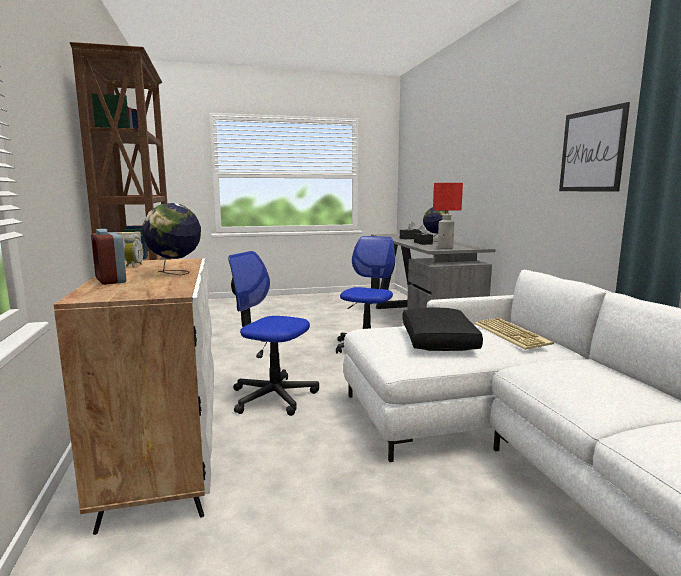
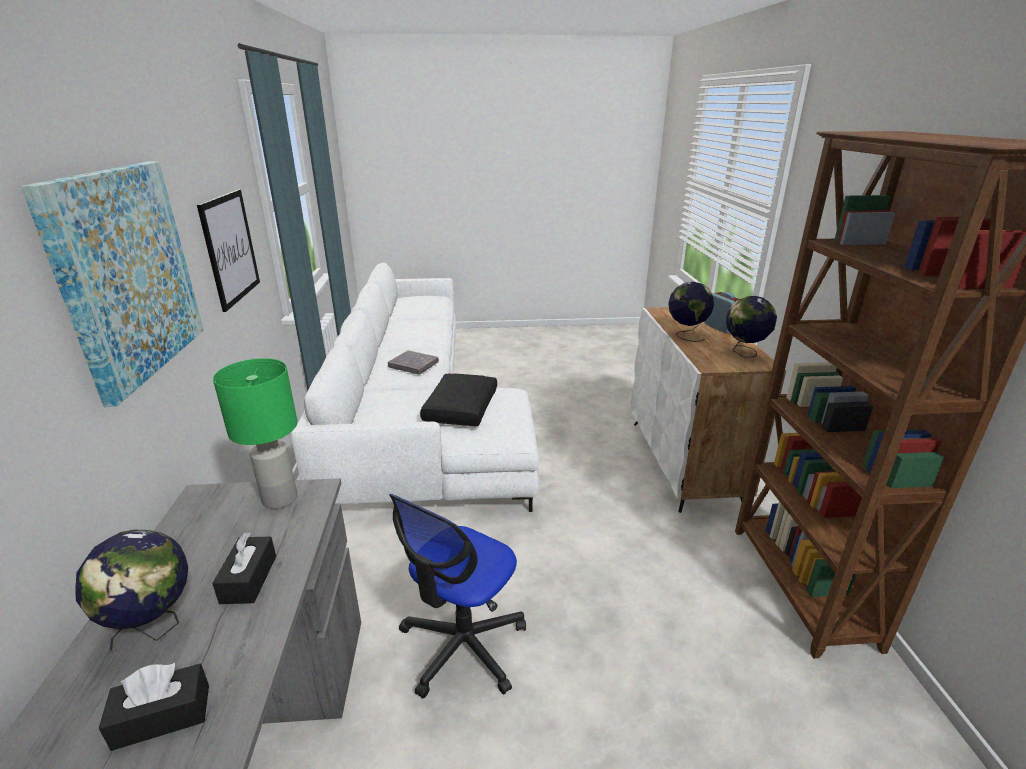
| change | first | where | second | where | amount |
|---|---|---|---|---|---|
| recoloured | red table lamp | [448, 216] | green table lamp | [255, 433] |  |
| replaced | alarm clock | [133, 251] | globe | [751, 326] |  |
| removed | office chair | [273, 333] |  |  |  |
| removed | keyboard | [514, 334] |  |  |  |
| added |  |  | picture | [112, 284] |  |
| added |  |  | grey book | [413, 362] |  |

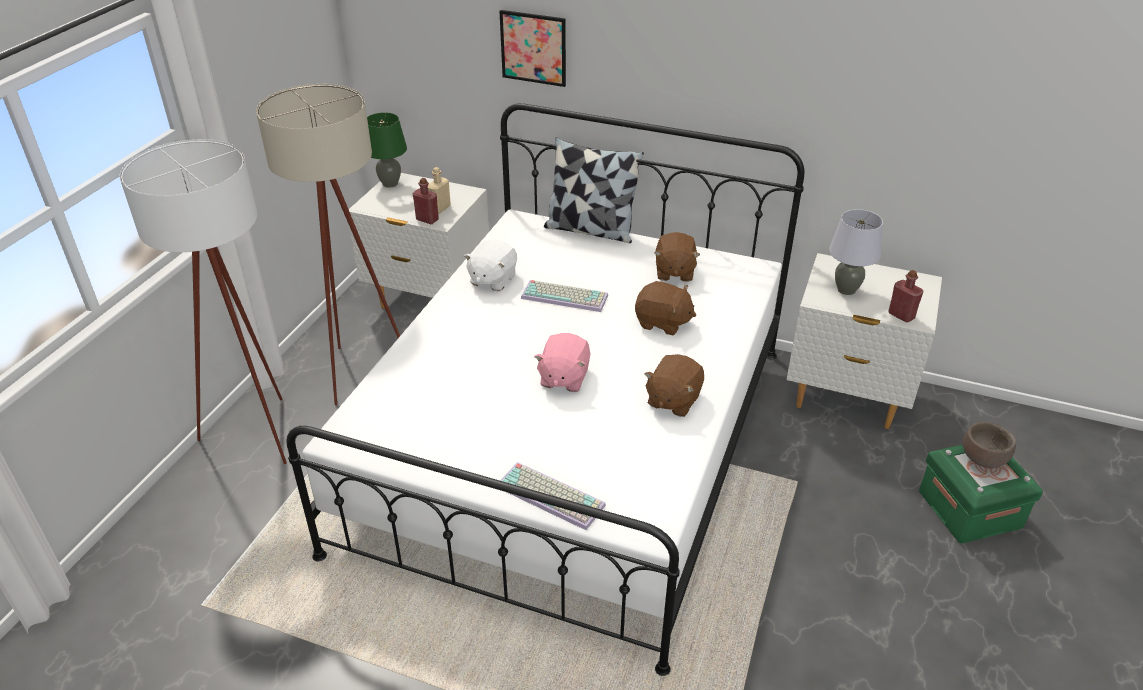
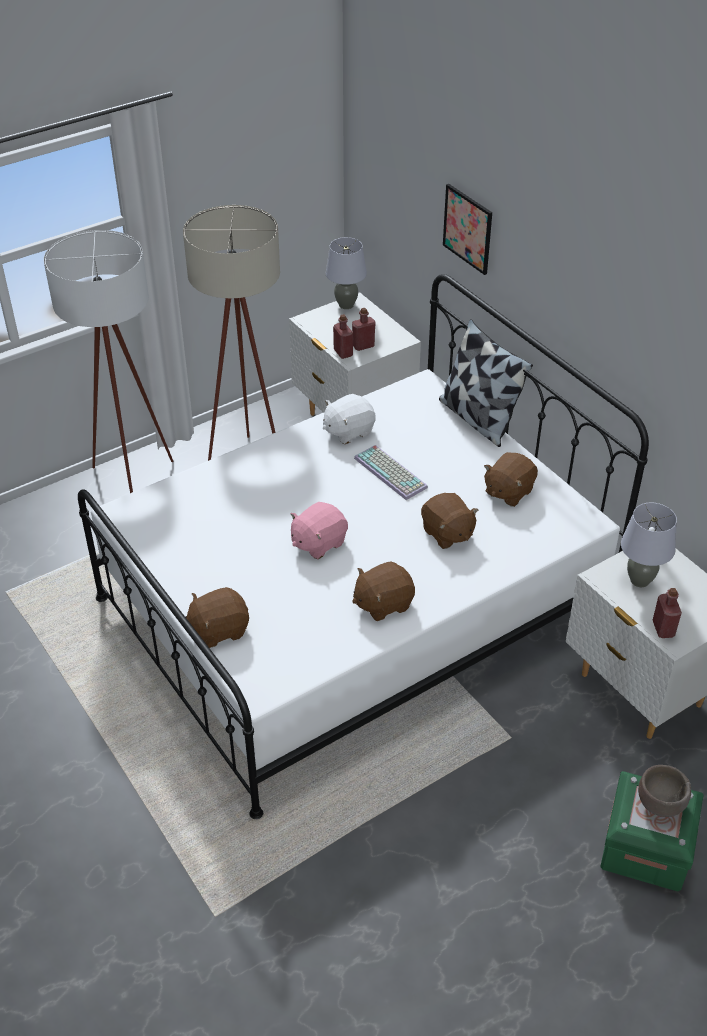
| change | first | where | second | where | amount |
|---|---|---|---|---|---|
| recoloured | green table lamp | [387, 150] | grey table lamp | [346, 273] |  |
| recoloured | beige bottle | [439, 190] | red bottle | [364, 329] |  |
| replaced | keyboard | [553, 496] | brown plush toy | [217, 617] |  |

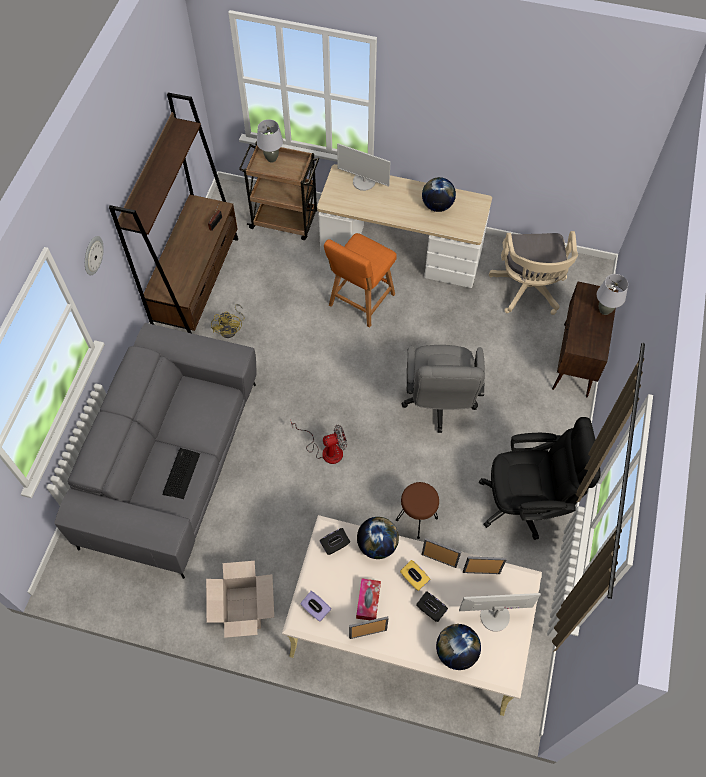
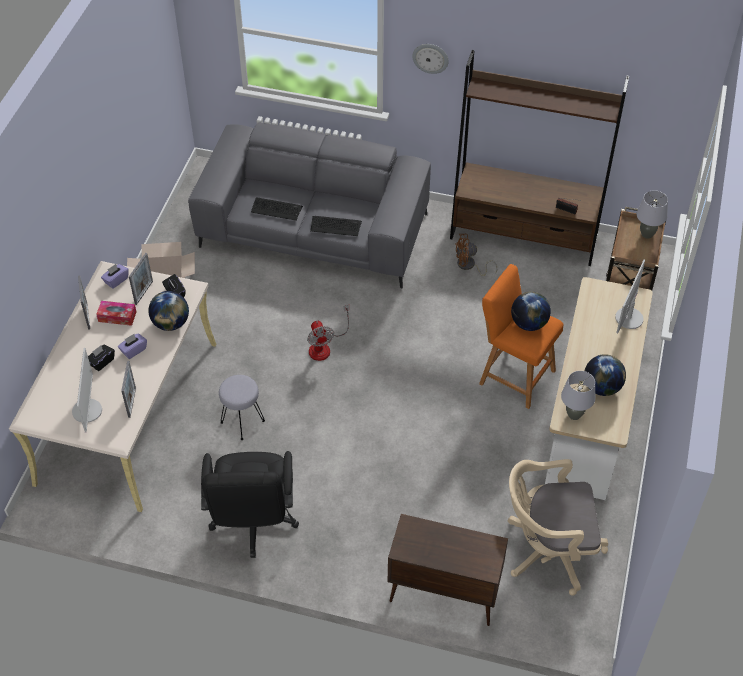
| change | first | where | second | where | amount |
|---|---|---|---|---|---|
| moved | grey table lamp | [612, 294] |  | [578, 395] |  |
| recoloured | yellow fan | [228, 321] | brown fan | [476, 255] |  |
| removed | grey office chair | [443, 389] |  |  |  |
| recoloured | brown stool | [417, 510] | grey stool | [242, 407] |  |
| moved | picture frame | [441, 553] |  | [141, 279] |  |
| recoloured | yellow tissue box | [415, 575] | purple tissue box | [132, 346] |  |
| moved | globe | [458, 647] |  | [531, 311] |  |
| added |  |  | keyboard | [336, 226] |  |

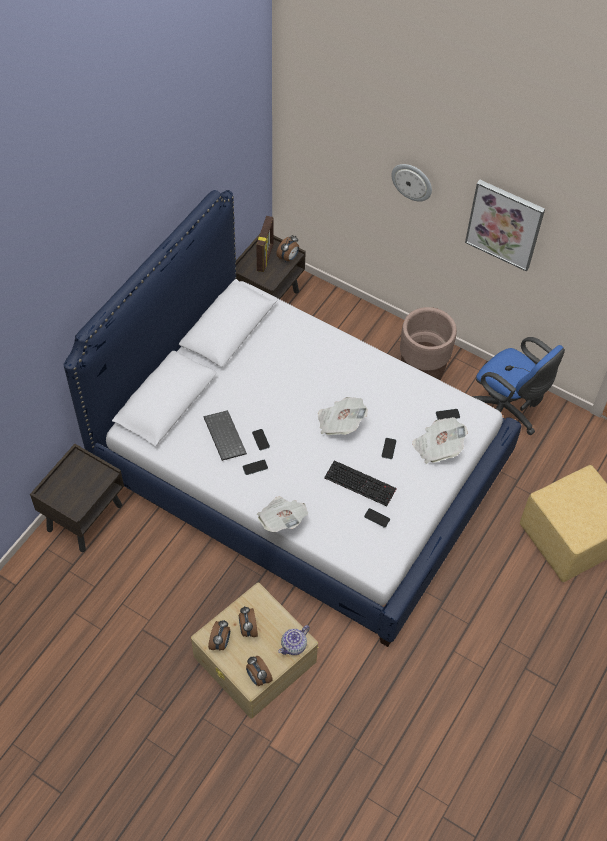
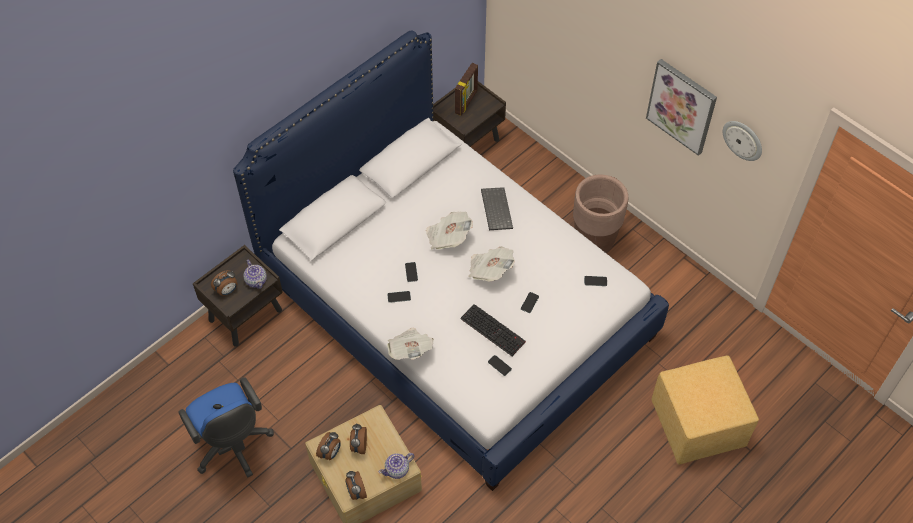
| change | first | where | second | where | amount |
|---|---|---|---|---|---|
| moved | wall clock | [411, 183] |  | [742, 141] |  |
| moved | alarm clock | [287, 248] |  | [224, 283] |  |
| moved | blue office chair | [518, 386] |  | [226, 427] |  |
| moved | keyboard | [225, 435] |  | [497, 208] |  |
| moved | newspaper | [440, 440] |  | [449, 230] |  |
| added |  |  | teapot | [255, 274] |  |

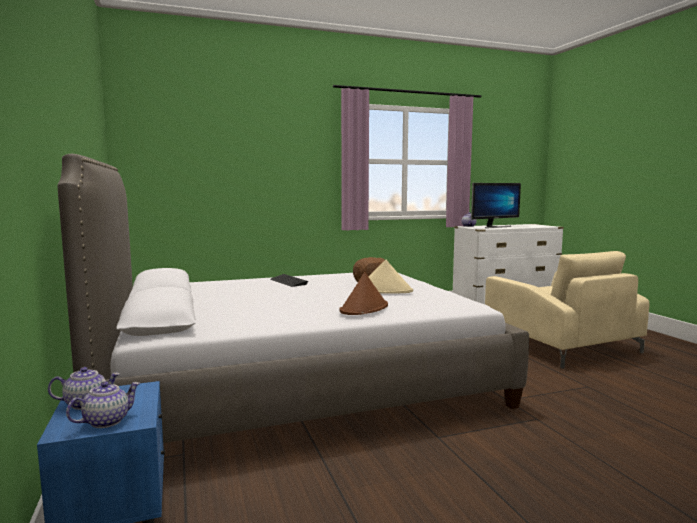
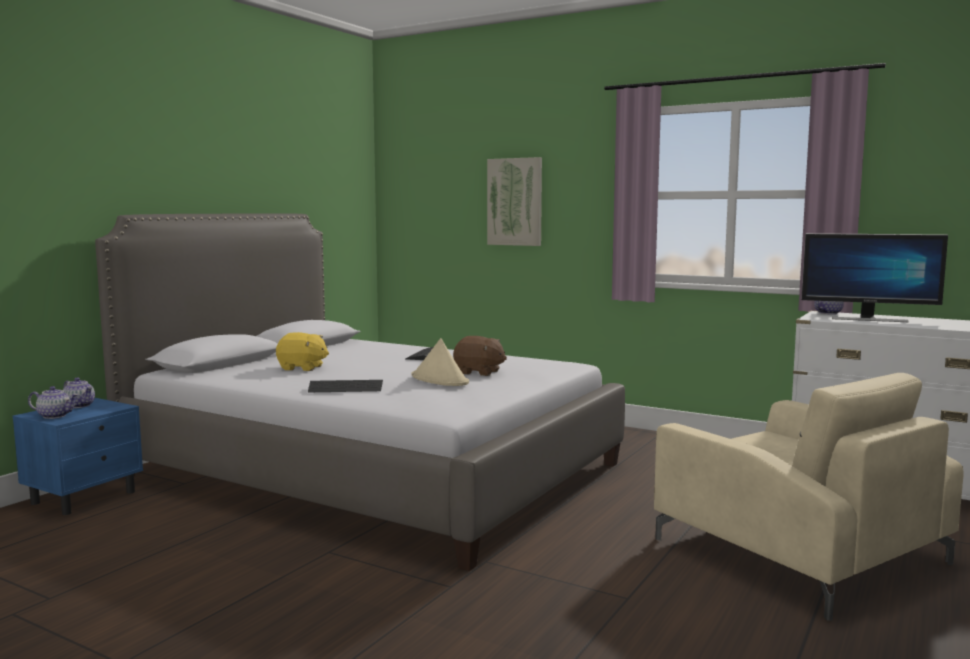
| change | first | where | second | where | amount |
|---|---|---|---|---|---|
| turned | beige armchair | [567, 310] |  | [809, 497] | 60 degrees counterclockwise |
| replaced | brown hat | [363, 293] | keyboard | [345, 386] |  |
| added |  |  | picture | [514, 201] |  |
| added |  |  | yellow plush toy | [302, 351] |  |

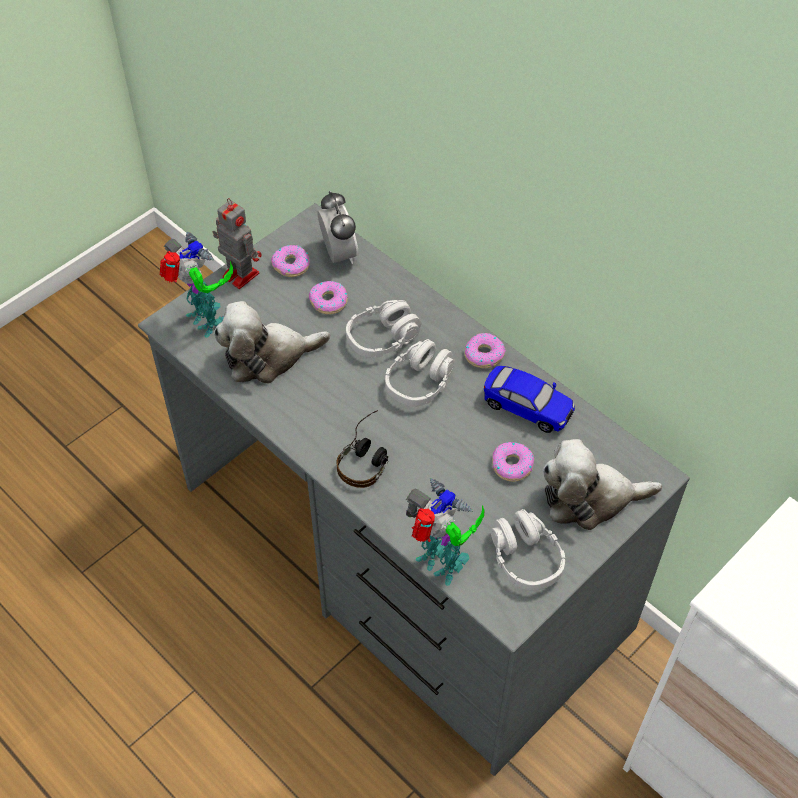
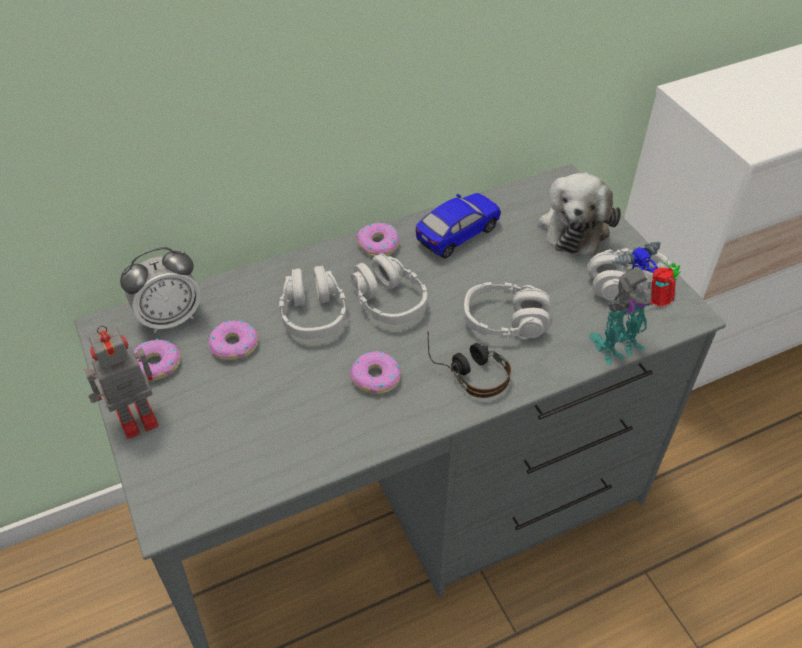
| change | first | where | second | where | amount |
|---|---|---|---|---|---|
| turned | alarm clock | [338, 227] |  | [160, 290] | 150 degrees clockwise |
| removed | toy robot | [196, 284] |  |  |  |
| removed | plush toy | [272, 342] |  |  |  |
| moved | donut | [513, 462] |  | [375, 372] |  |
| added |  |  | grey headphones | [507, 311] |  |

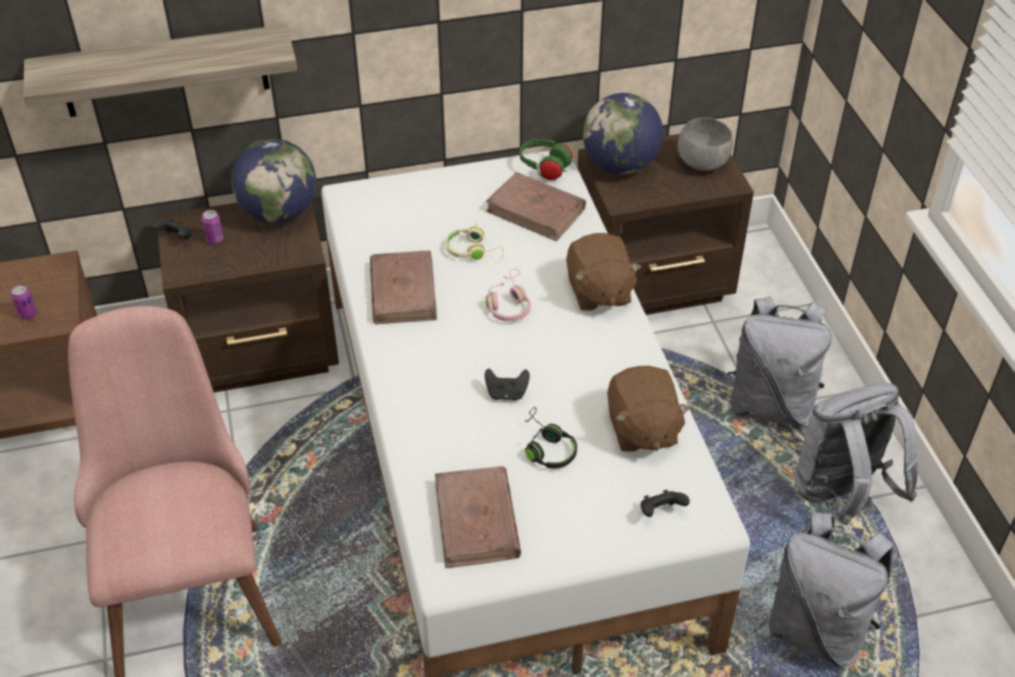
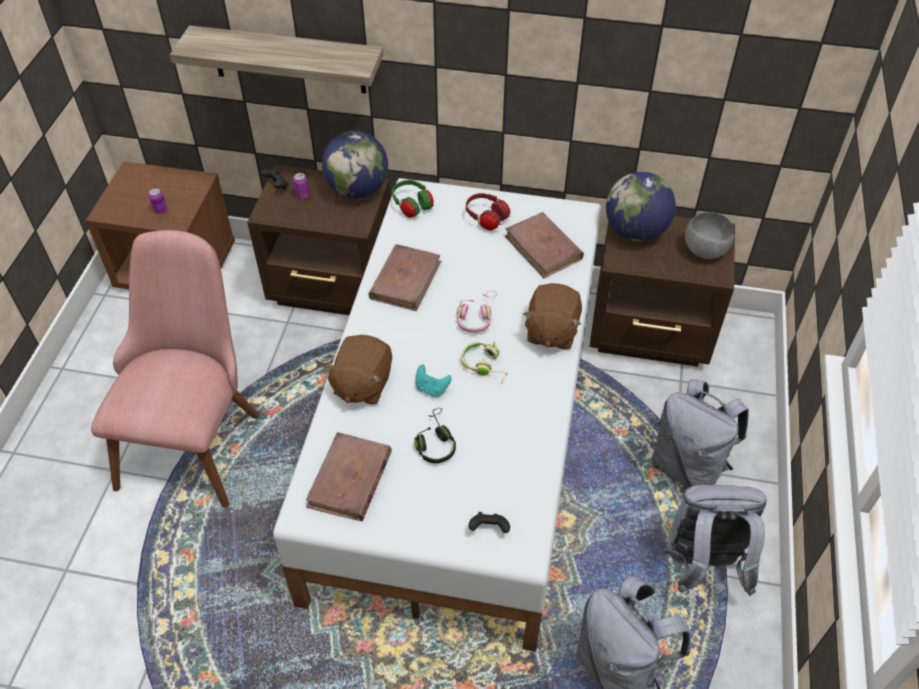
| change | first | where | second | where | amount |
|---|---|---|---|---|---|
| moved | green headphones | [547, 159] |  | [413, 199] |  |
| moved | beige headphones | [474, 240] |  | [484, 362] |  |
| moved | brown plush toy | [649, 409] |  | [358, 370] |  |
| recoloured | black game controller | [507, 384] | turquoise game controller | [434, 380] |  |
| added |  |  | red headphones | [488, 212] |  |

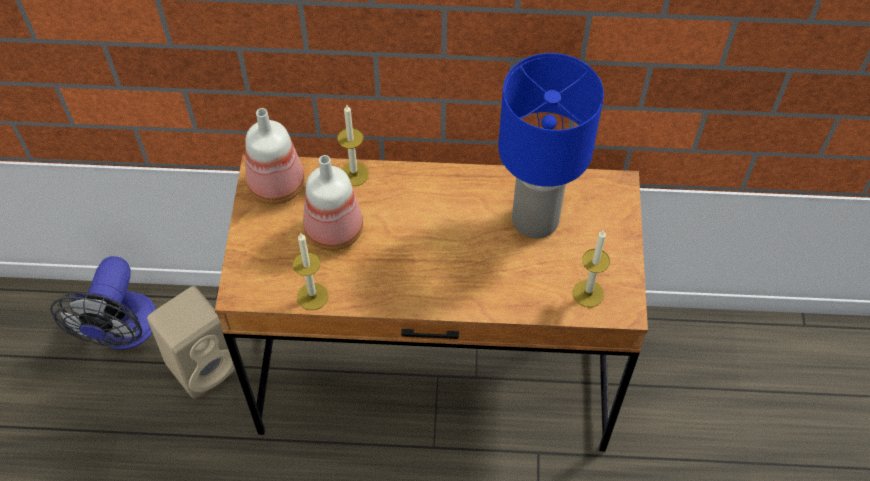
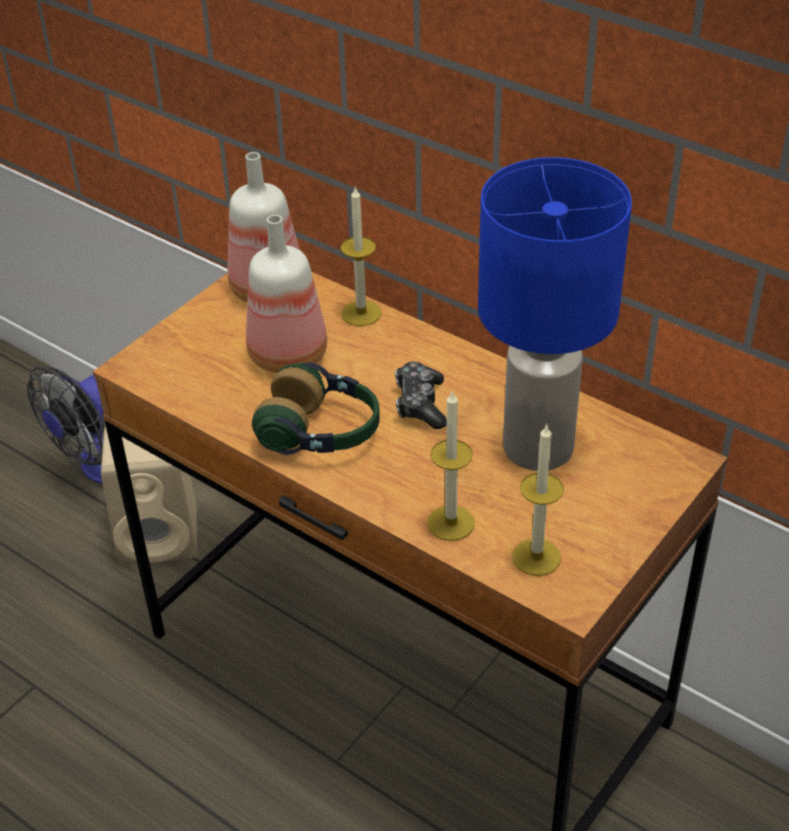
| change | first | where | second | where | amount |
|---|---|---|---|---|---|
| moved | candle | [310, 271] |  | [451, 465] |  |
| added |  |  | game controller | [421, 395] |  |
| added |  |  | headphones | [316, 409] |  |

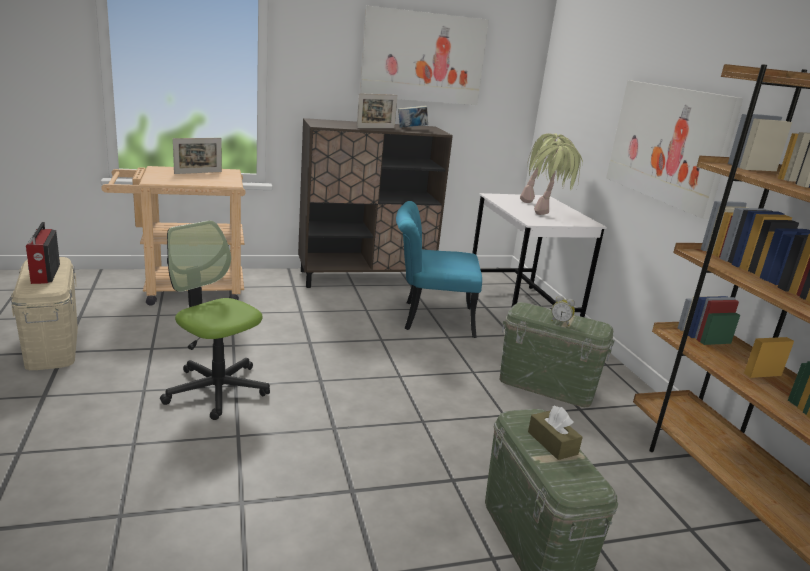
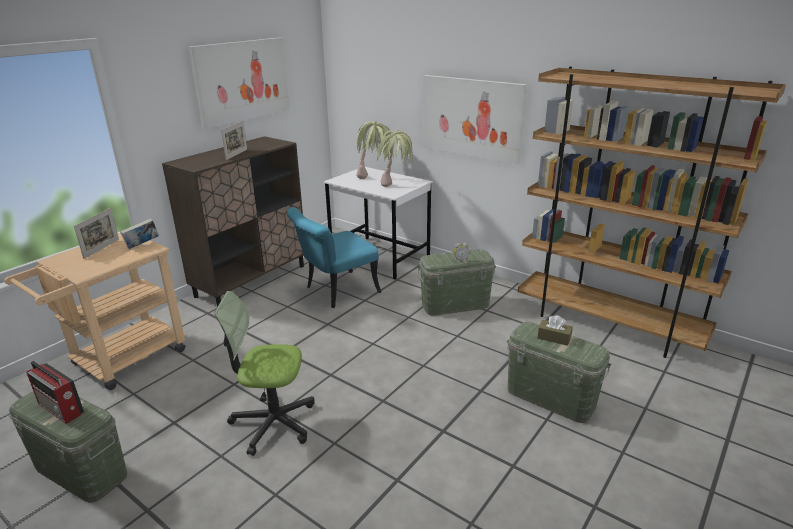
| change | first | where | second | where | amount |
|---|---|---|---|---|---|
| moved | book | [413, 116] |  | [139, 233] |  |
| recoloured | beige storage box | [44, 313] | green storage box | [68, 447] |  |

